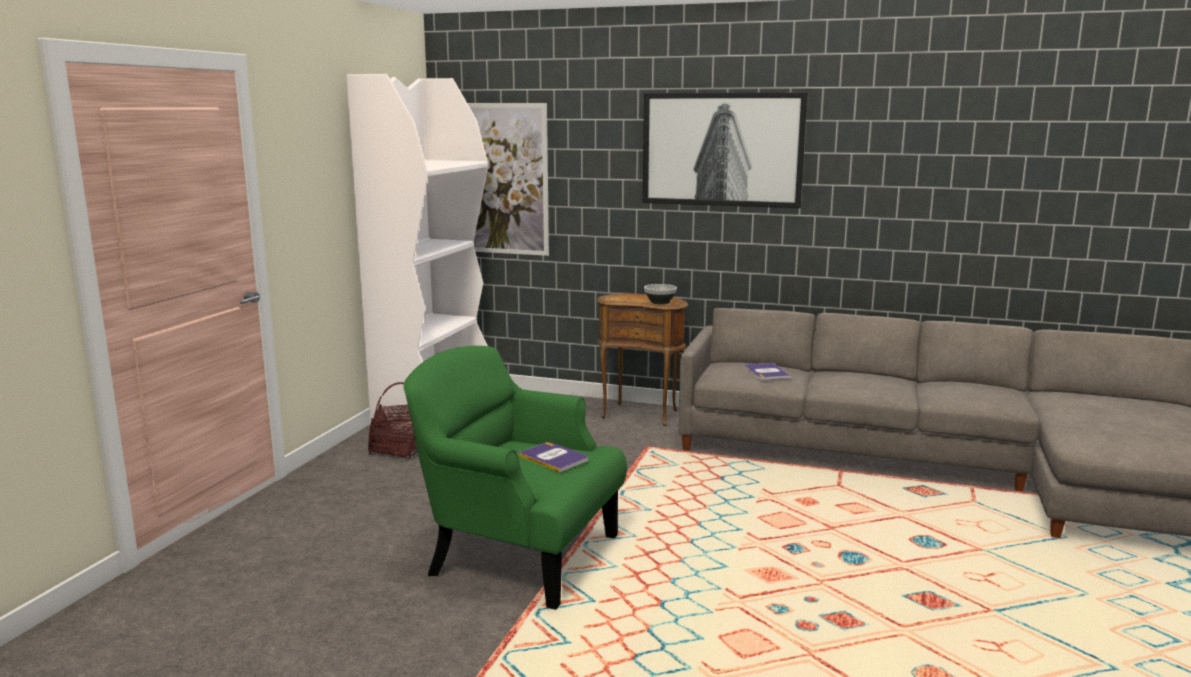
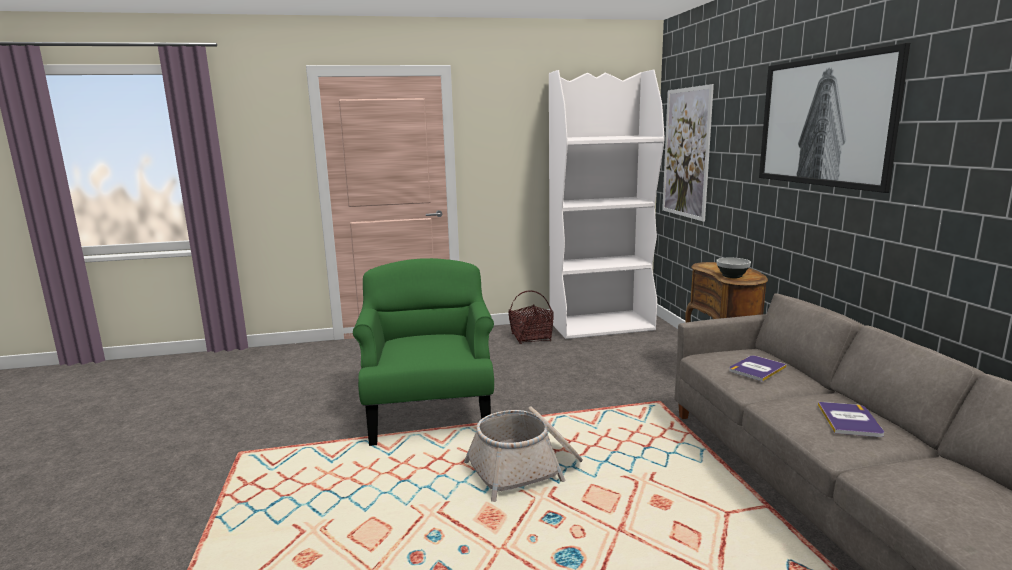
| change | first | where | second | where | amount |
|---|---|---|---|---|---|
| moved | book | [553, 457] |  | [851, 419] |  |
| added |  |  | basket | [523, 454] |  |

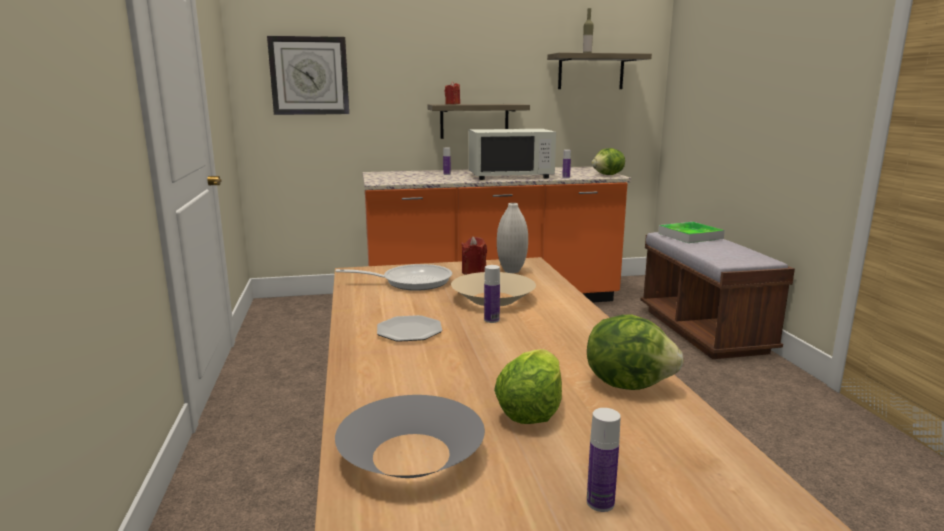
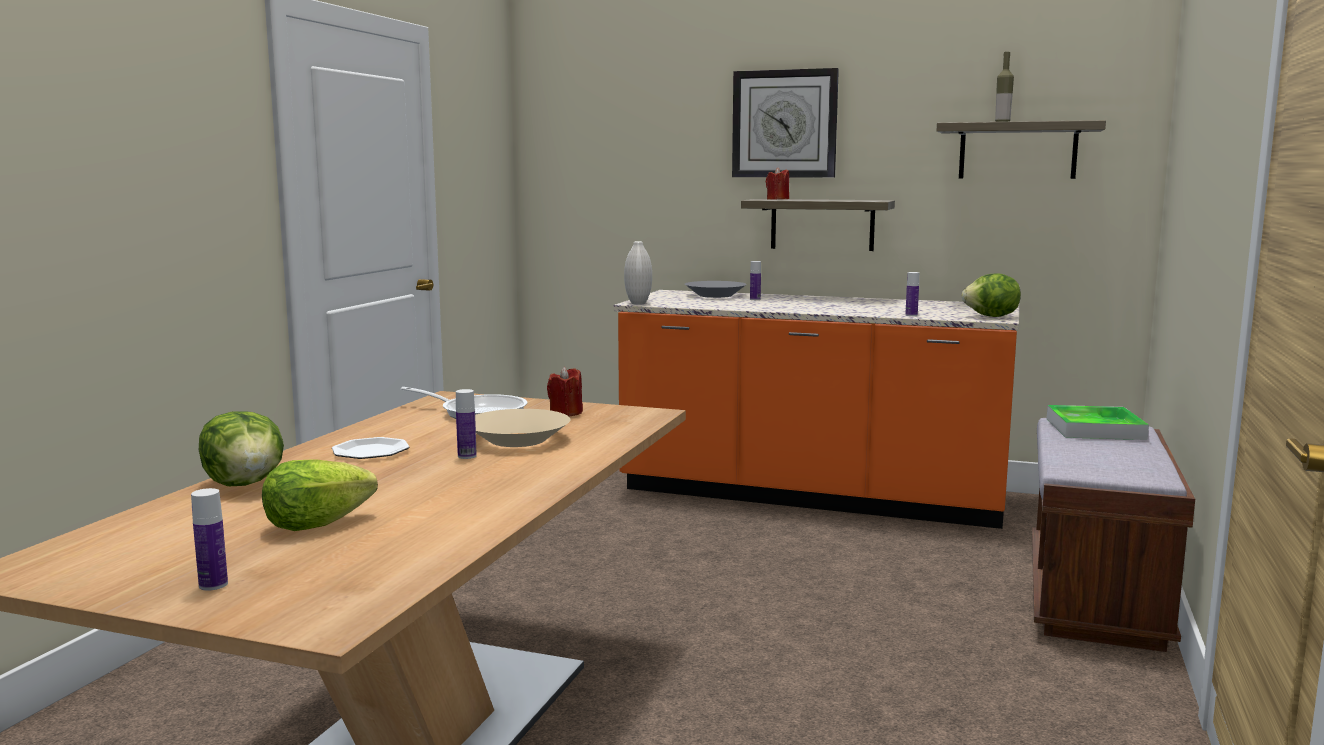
| change | first | where | second | where | amount |
|---|---|---|---|---|---|
| moved | wall clock | [308, 75] |  | [785, 123] |  |
| removed | white microwave | [512, 154] |  |  |  |
| moved | white vase | [512, 238] |  | [638, 273] |  |
| moved | lettuce | [635, 352] |  | [241, 449] |  |
| moved | grey bowl | [410, 436] |  | [716, 289] |  |

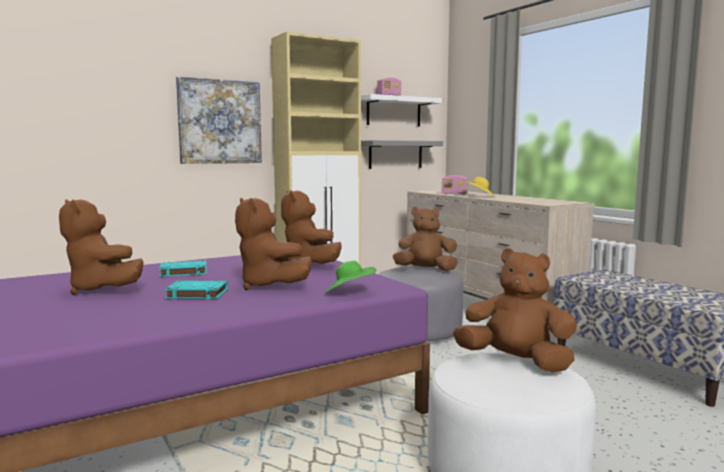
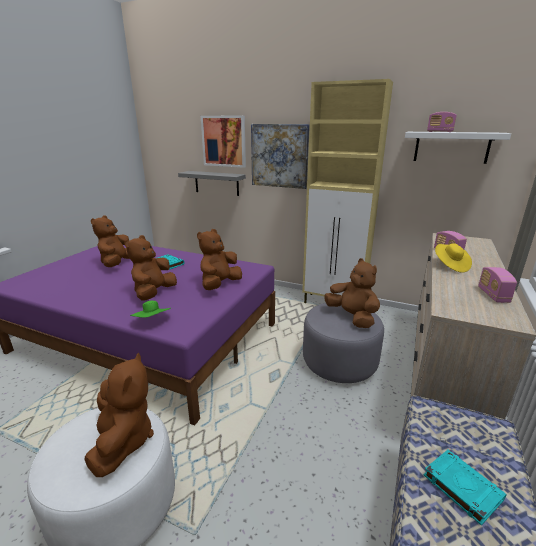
| change | first | where | second | where | amount |
|---|---|---|---|---|---|
| moved | grey shelf | [402, 154] |  | [212, 183] |  |
| moved | turquoise book | [196, 289] |  | [465, 488] |  |
| added |  |  | picture | [223, 142] |  |
| added |  |  | radio | [497, 285] |  |

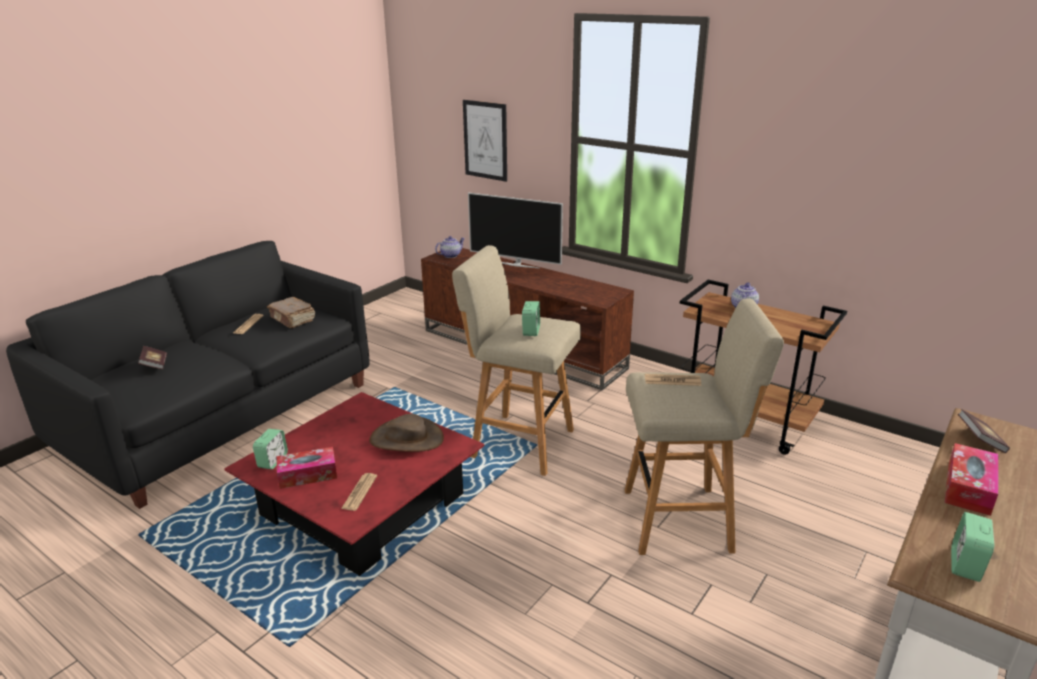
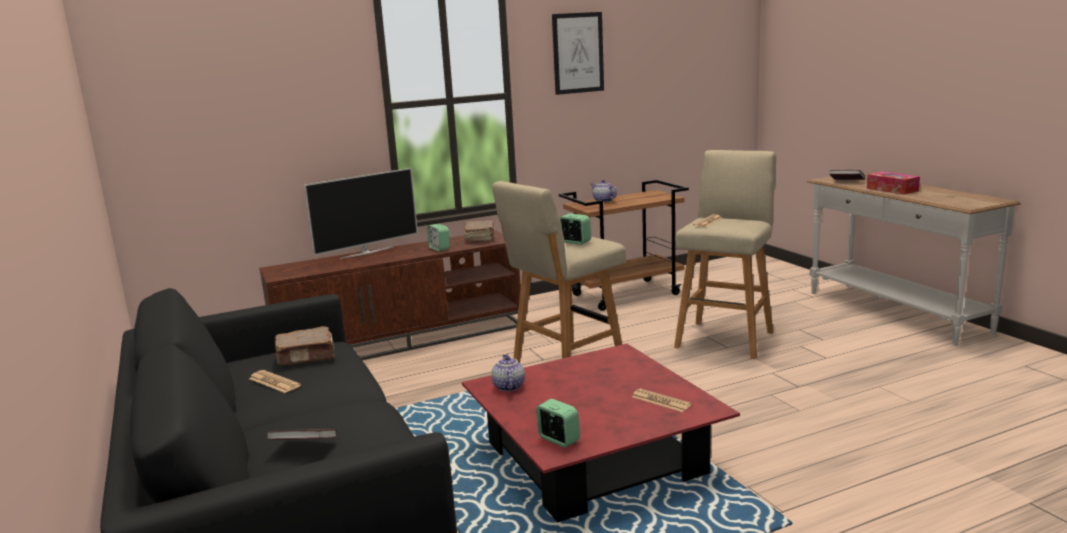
| change | first | where | second | where | amount |
|---|---|---|---|---|---|
| moved | picture | [485, 141] |  | [578, 53] |  |
| moved | teapot | [450, 247] |  | [508, 373] |  |
| removed | brown hat | [406, 433] |  |  |  |
| removed | tissue box | [307, 468] |  |  |  |
| moved | alarm clock | [972, 547] |  | [438, 237] |  |
| added |  |  | brown book | [479, 231] |  |

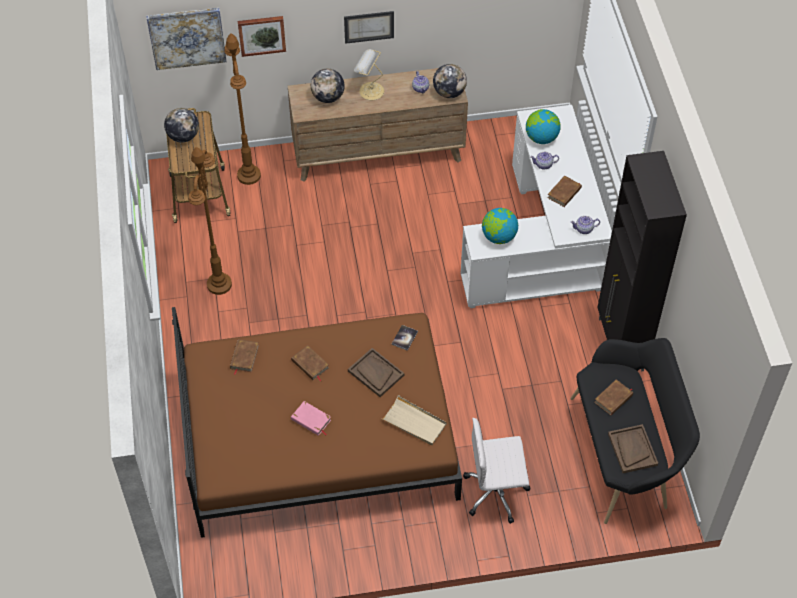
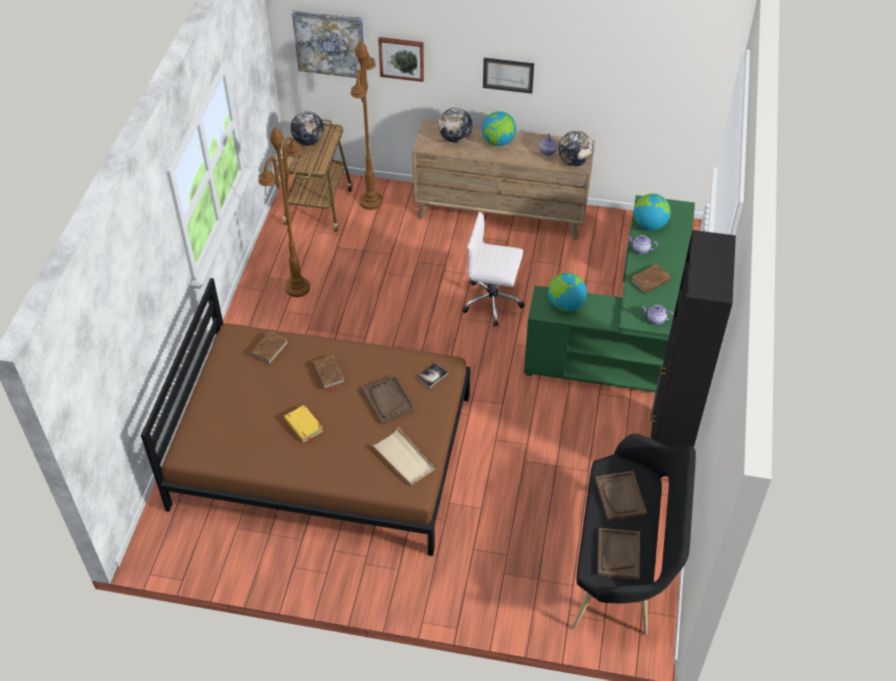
| change | first | where | second | where | amount |
|---|---|---|---|---|---|
| replaced | table lamp | [369, 74] | globe | [499, 128] |  |
| recoloured | white desk | [536, 206] | green desk | [609, 293] |  |
| replaced | brown book | [613, 397] | brown tray | [621, 496] |  |
| recoloured | pink book | [311, 418] | yellow book | [303, 424] |  |
| moved | white office chair | [496, 471] |  | [493, 269] |  |

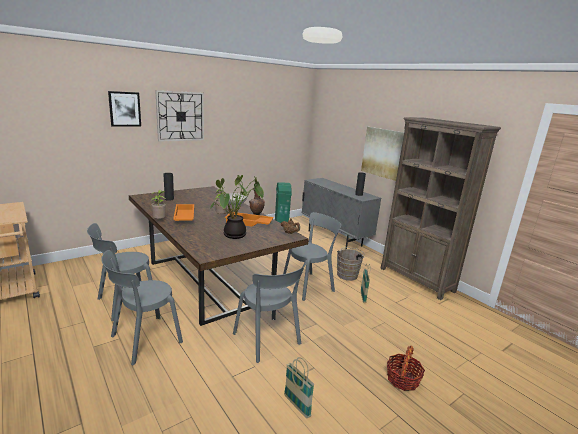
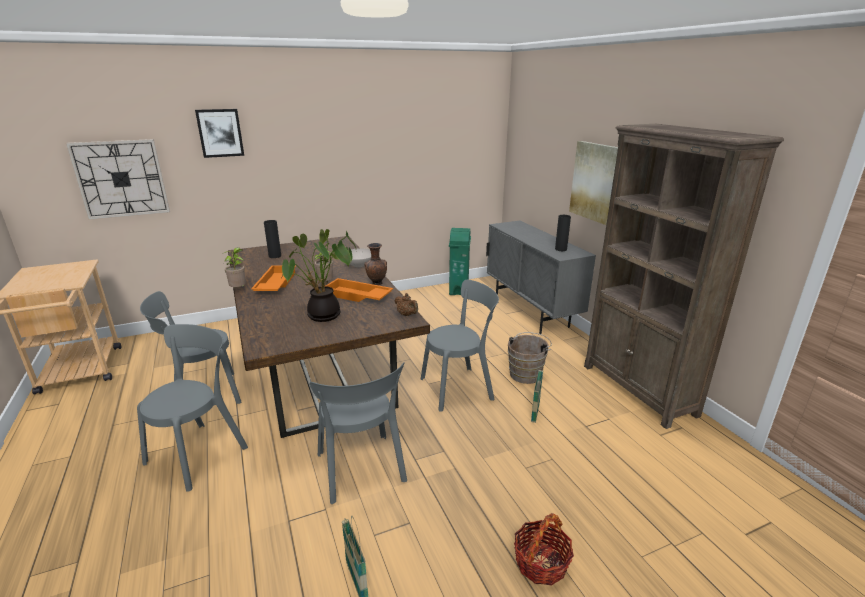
| change | first | where | second | where | amount |
|---|---|---|---|---|---|
| moved | wall clock | [179, 116] |  | [118, 179] |  |
| turned | grey chair | [142, 307] |  | [192, 408] | 150 degrees clockwise |

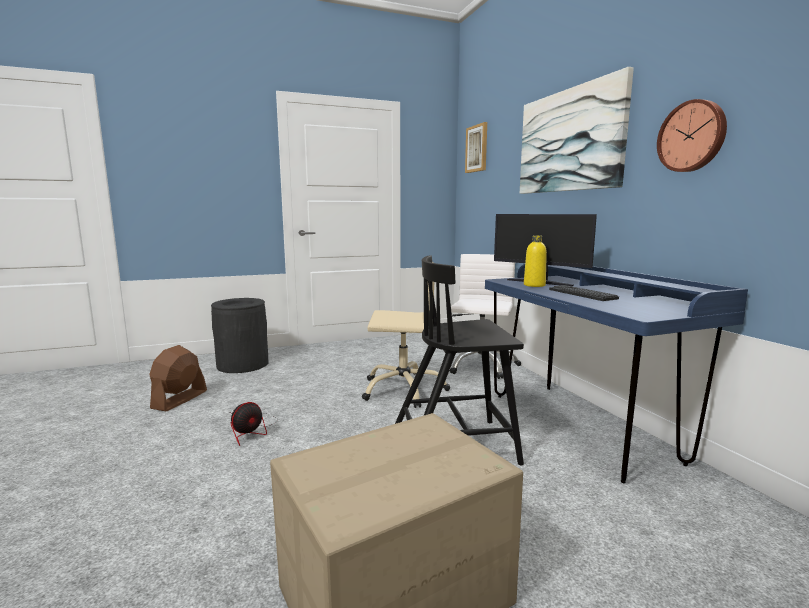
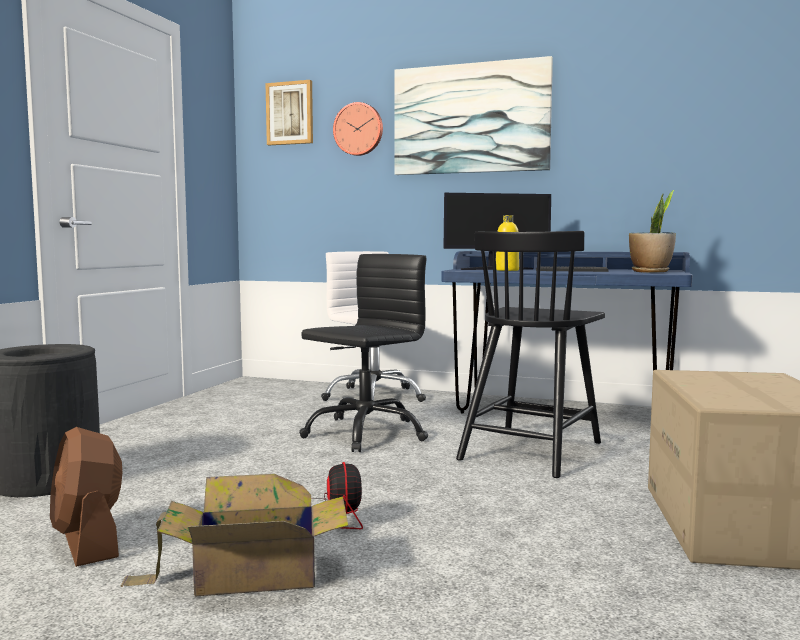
| change | first | where | second | where | amount |
|---|---|---|---|---|---|
| moved | wall clock | [692, 135] |  | [358, 129] |  |
| recoloured | beige office chair | [406, 334] | black office chair | [363, 353] |  |
| added |  |  | potted plant | [652, 231] |  |
| added |  |  | cardboard box | [234, 535] |  |

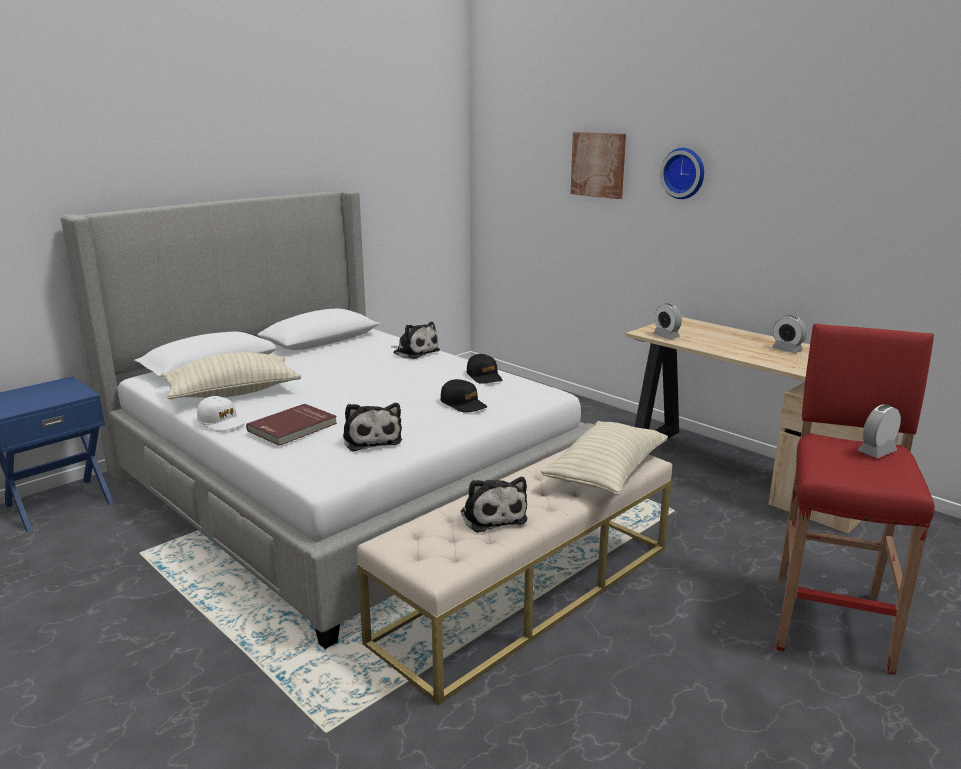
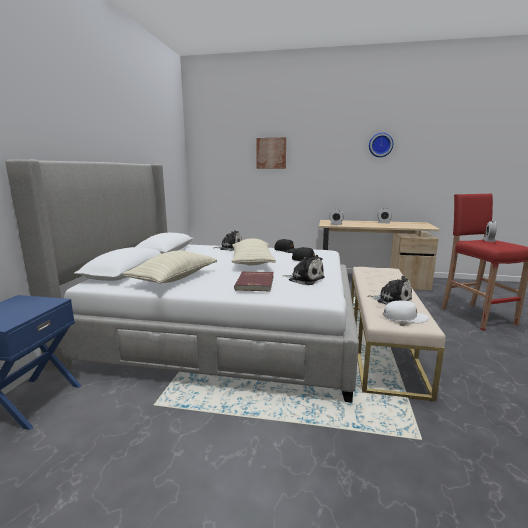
| change | first | where | second | where | amount |
|---|---|---|---|---|---|
| moved | wall clock | [682, 173] |  | [381, 145] |  |
| moved | white cap | [221, 413] |  | [406, 312] |  |
| moved | beige pillow | [604, 458] |  | [254, 251] |  |

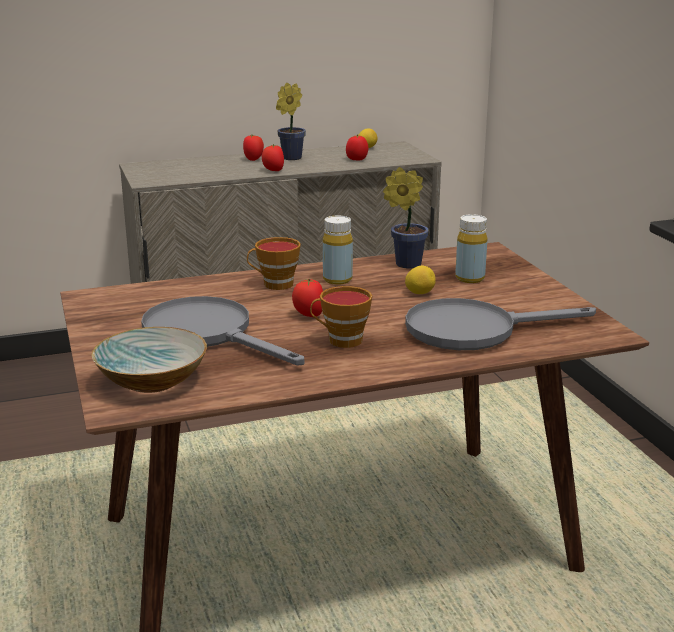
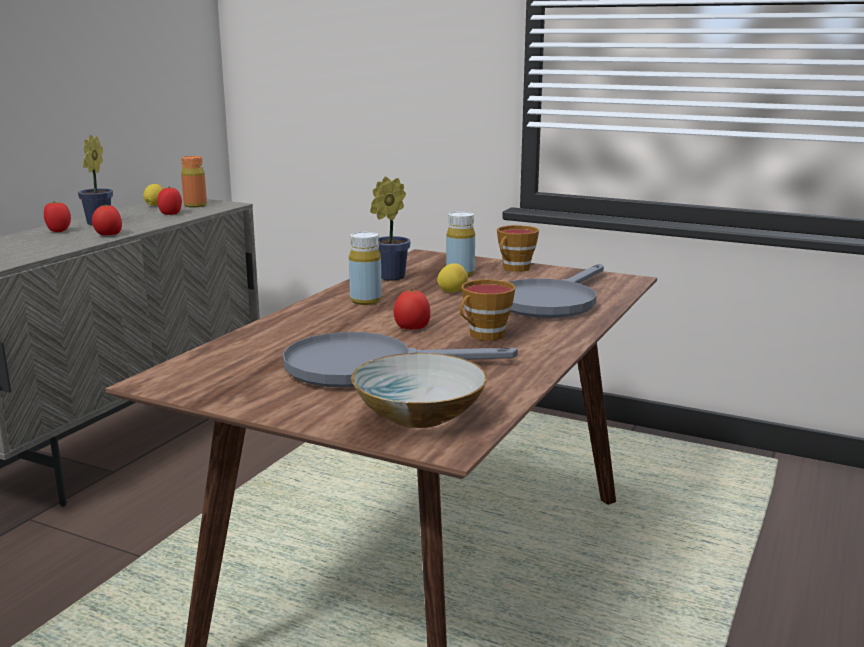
| change | first | where | second | where | amount |
|---|---|---|---|---|---|
| moved | cup | [274, 263] |  | [518, 248] |  |
| added |  |  | orange bottle | [194, 182] |  |

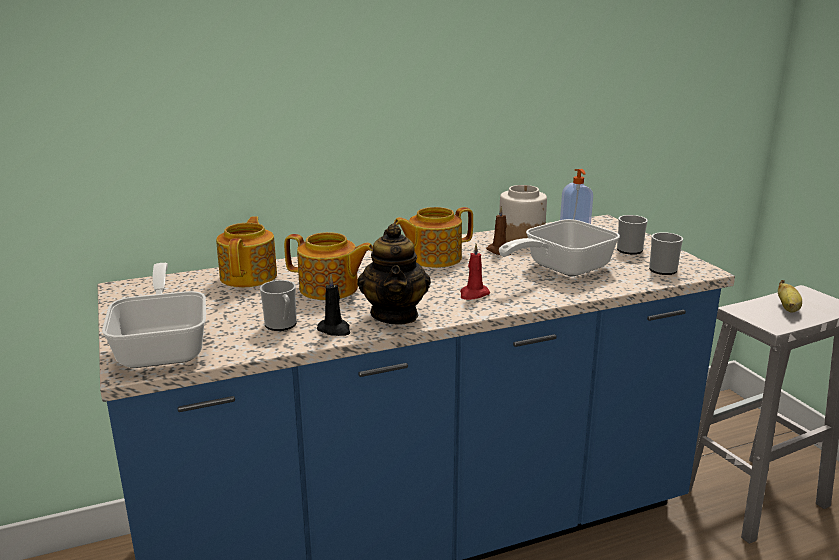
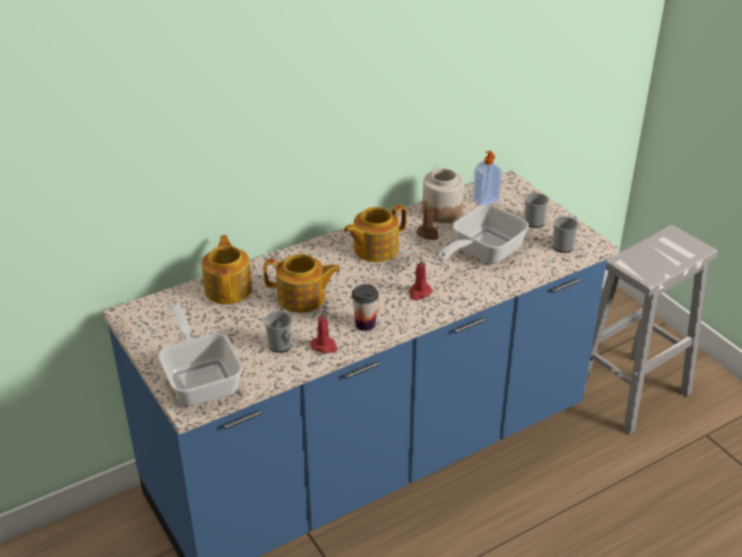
| change | first | where | second | where | amount |
|---|---|---|---|---|---|
| replaced | teapot | [394, 274] | cup | [365, 307] |  |
| recoloured | black candle | [333, 305] | red candle | [324, 332] |  |
| removed | banana | [790, 296] |  |  |  |

